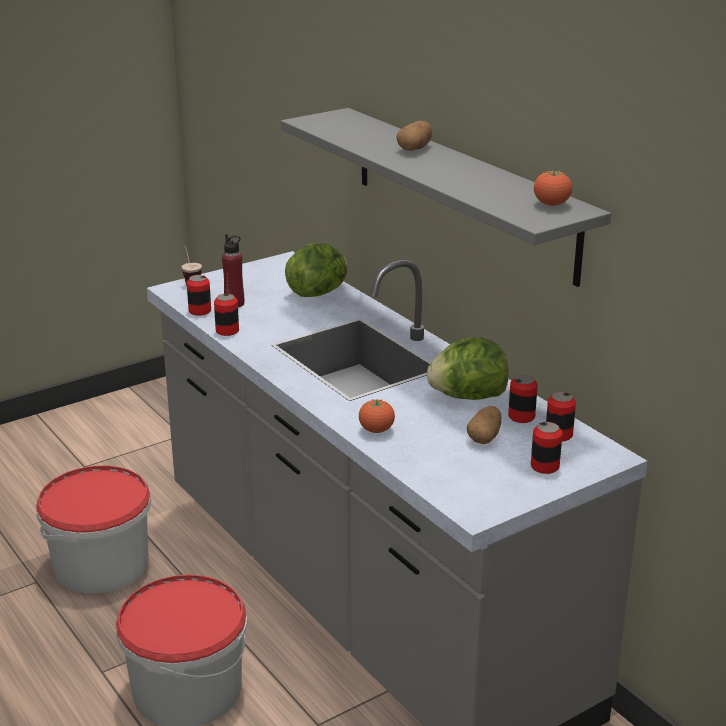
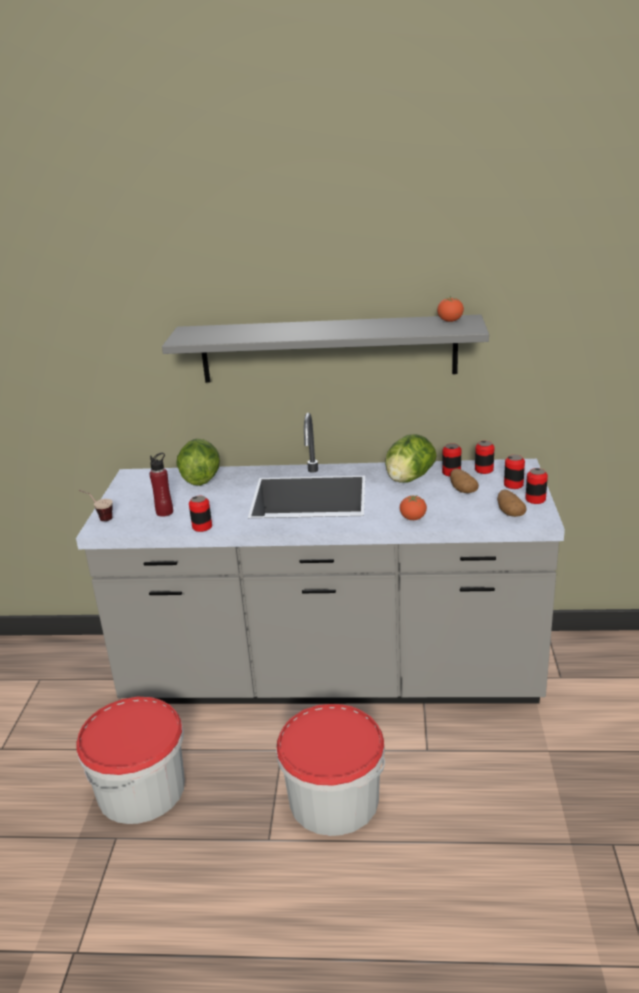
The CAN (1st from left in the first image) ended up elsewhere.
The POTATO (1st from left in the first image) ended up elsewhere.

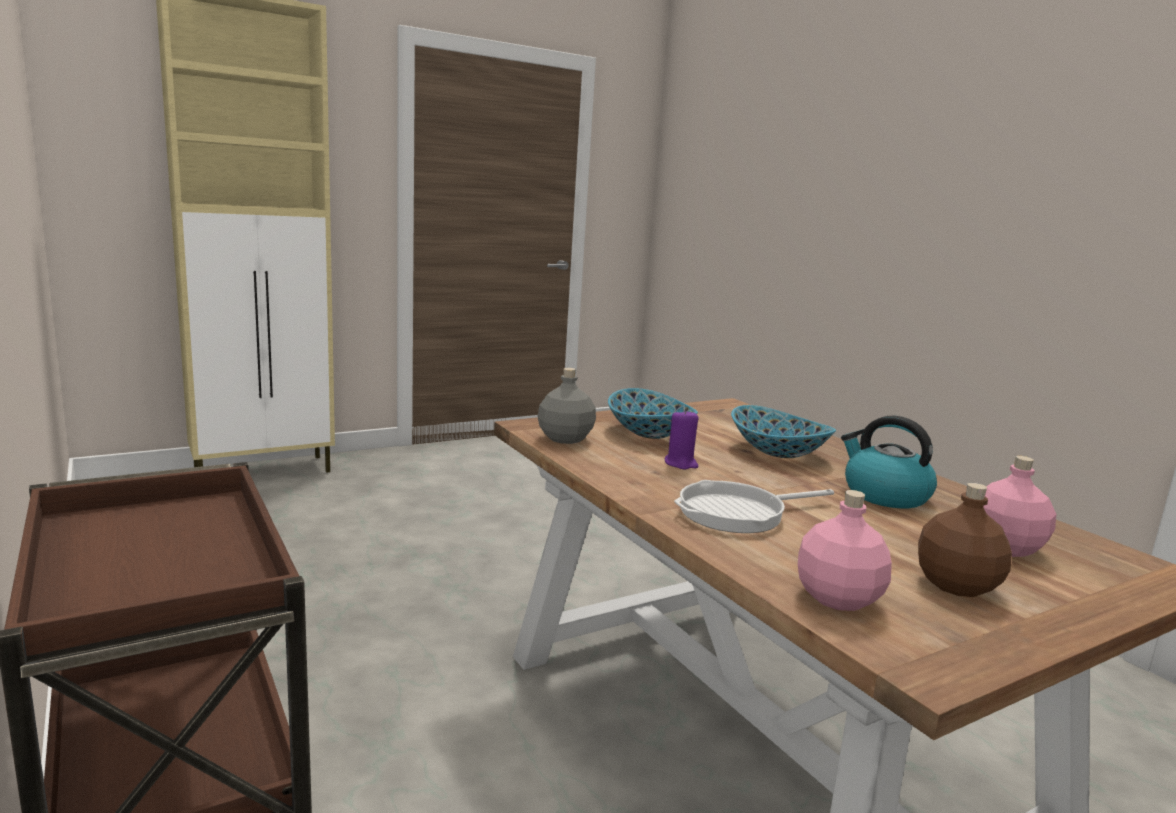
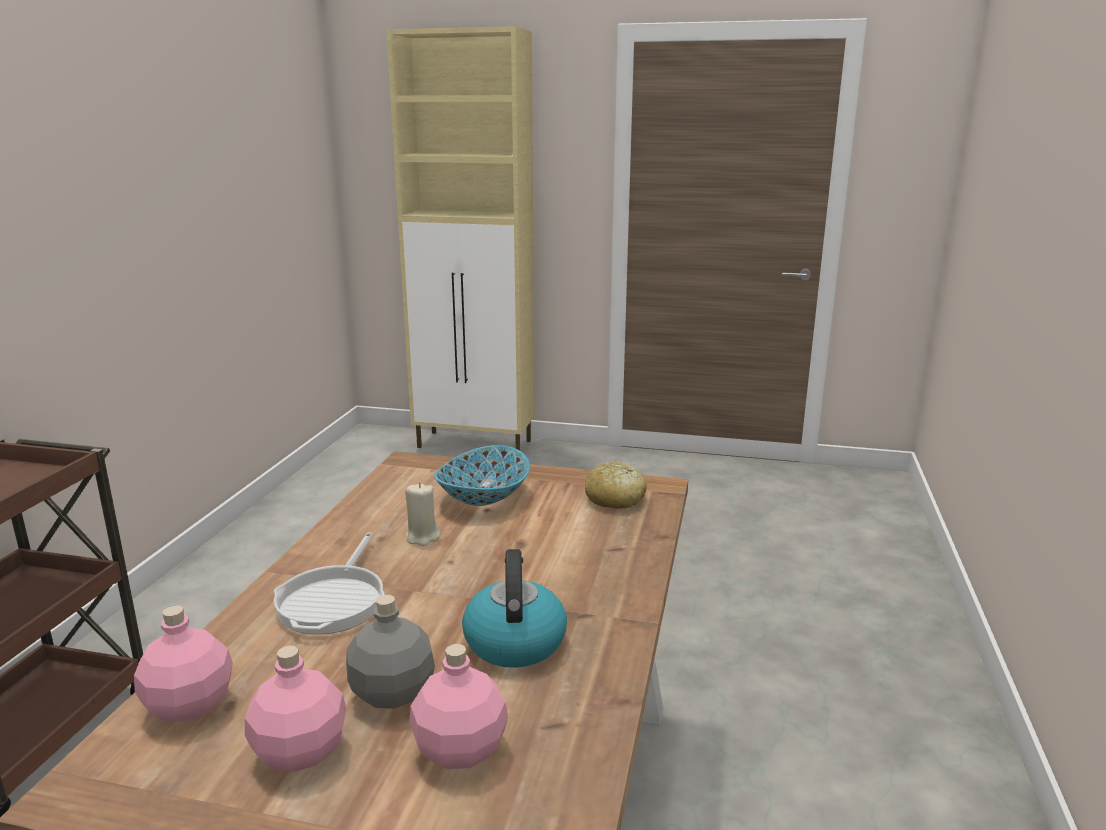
The GREY BOTTLE ended up elsewhere.
What was the PURPLE CANDLE turned into the BEIGE CANDLE.
The FRYING PAN ended up facing another way, 105 degrees counterclockwise from before.
The second view lost the BOWL (2nd from left).
What was the BROWN BOTTLE turned into the PINK BOTTLE (2nd from left).
The second view gained the BREAD.

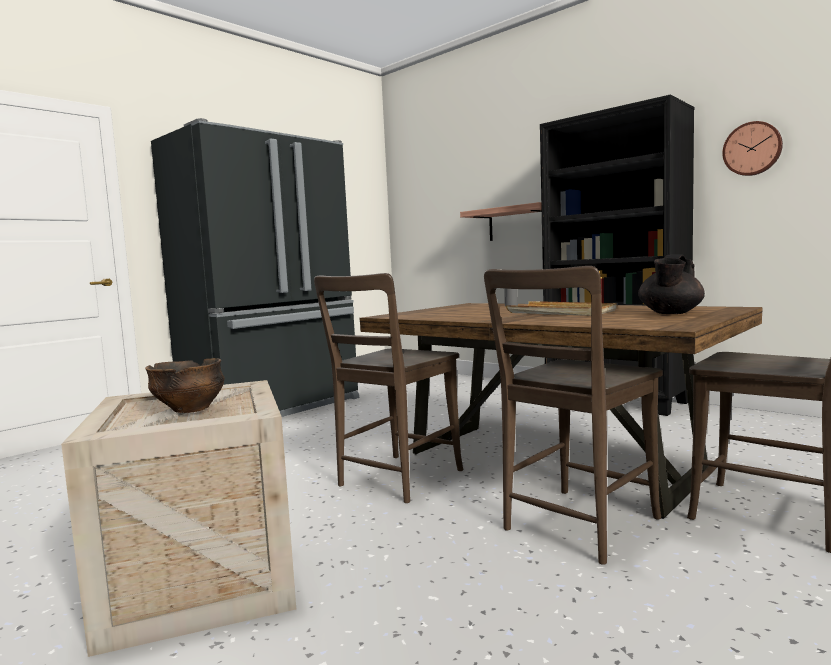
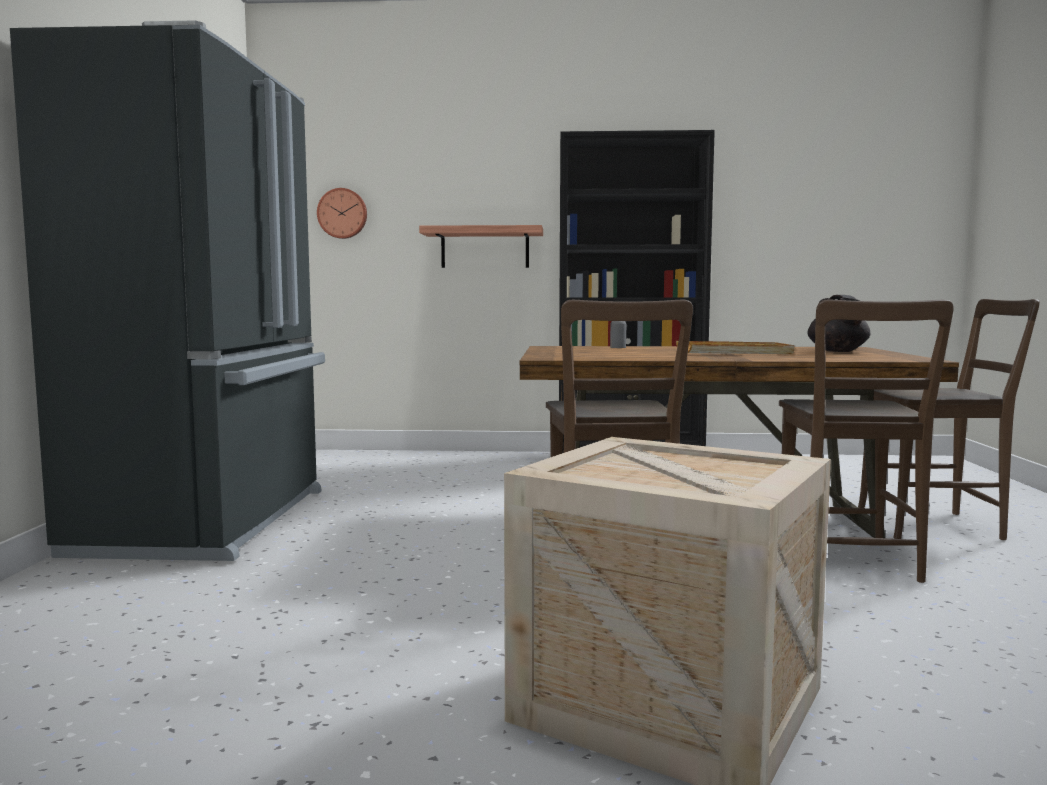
The second view lost the BOWL.
The WALL CLOCK ended up elsewhere.

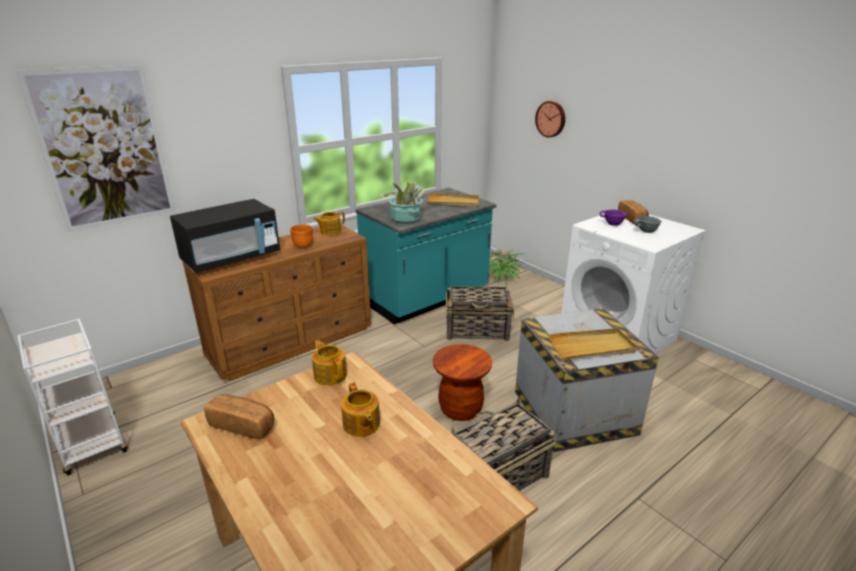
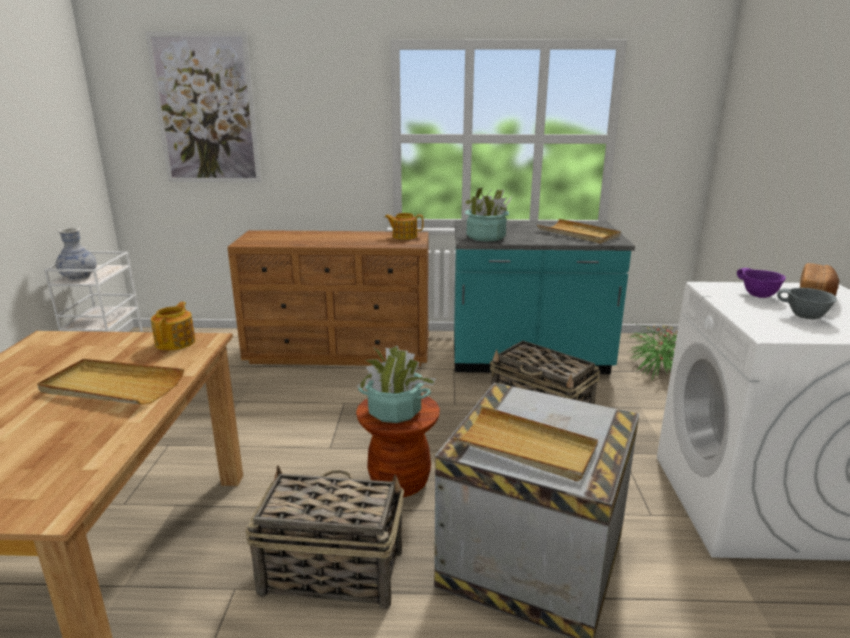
The second view lost the BLACK MICROWAVE.
The second view lost the BREAD (1st from left).
The second view lost the ORANGE BOWL.
Where the TEAPOT (3rd from left) stood, the BEIGE TRAY (1st from left) came to stand.
The second view lost the WALL CLOCK.
The second view gained the VASE.
The second view gained the POTTED PLANT (1st from left).

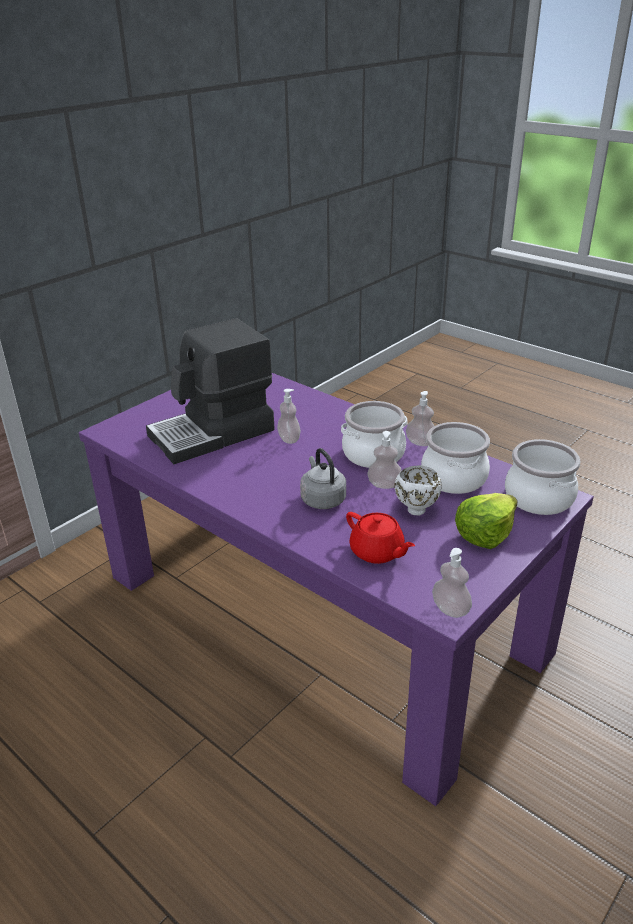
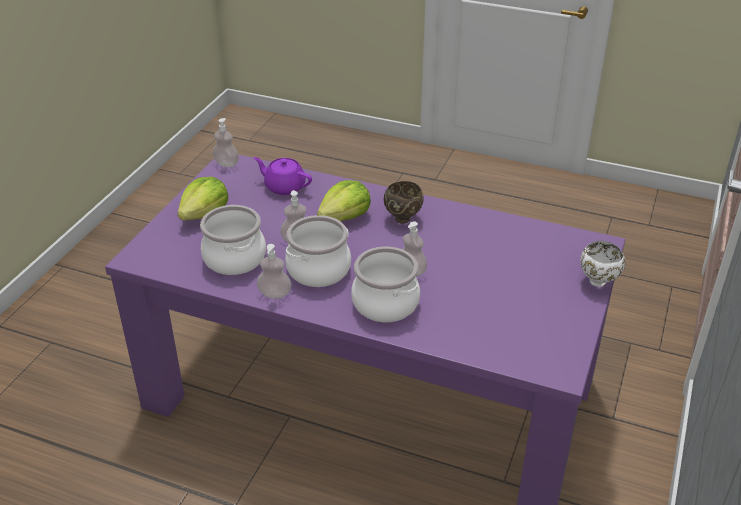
The second view lost the COFFEE MACHINE.
Where the GREY KETTLE stood, the LETTUCE (2nd from left) came to stand.
What was the RED TEAPOT turned into the PURPLE TEAPOT.
The WHITE BOWL ended up elsewhere.
The COOKING POT (3rd from left) ended up elsewhere.
The second view gained the BROWN BOWL.

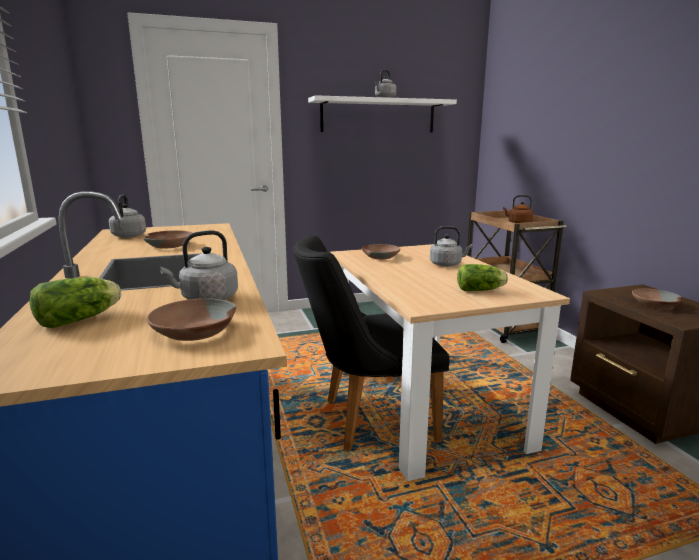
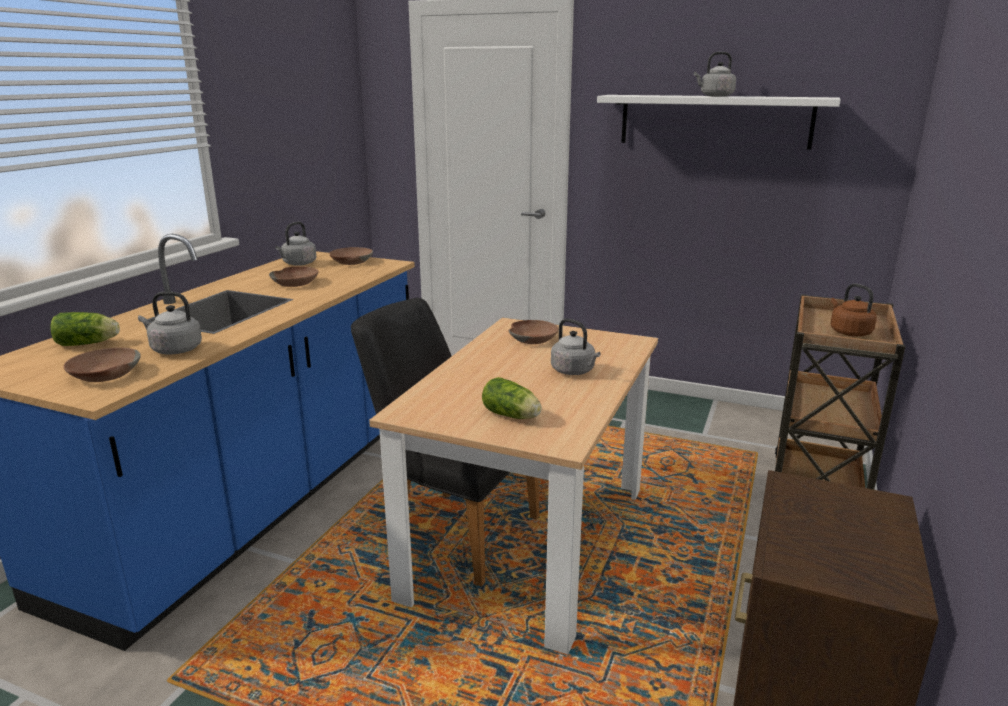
The BROWN BOWL (4th from left in the first image) ended up elsewhere.

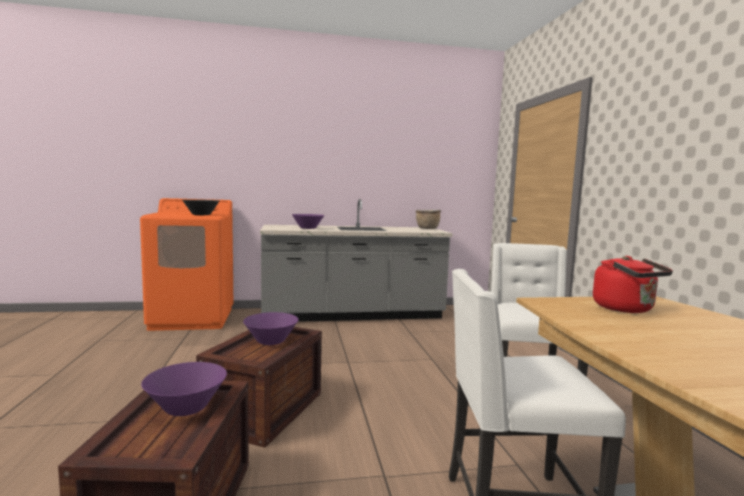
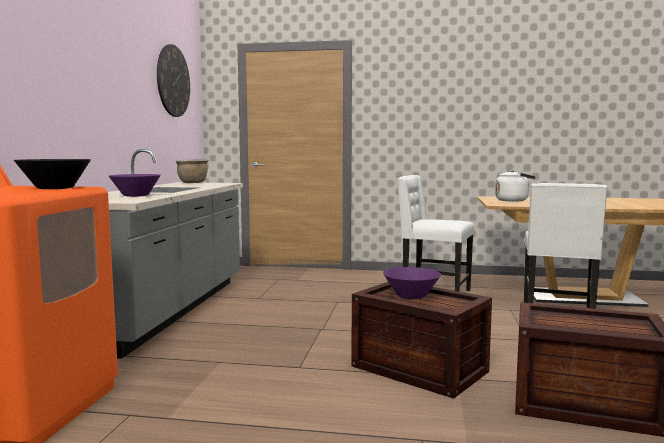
The second view lost the PURPLE BOWL (1st from left).
What was the RED KETTLE turned into the WHITE KETTLE.
The second view gained the WALL CLOCK.

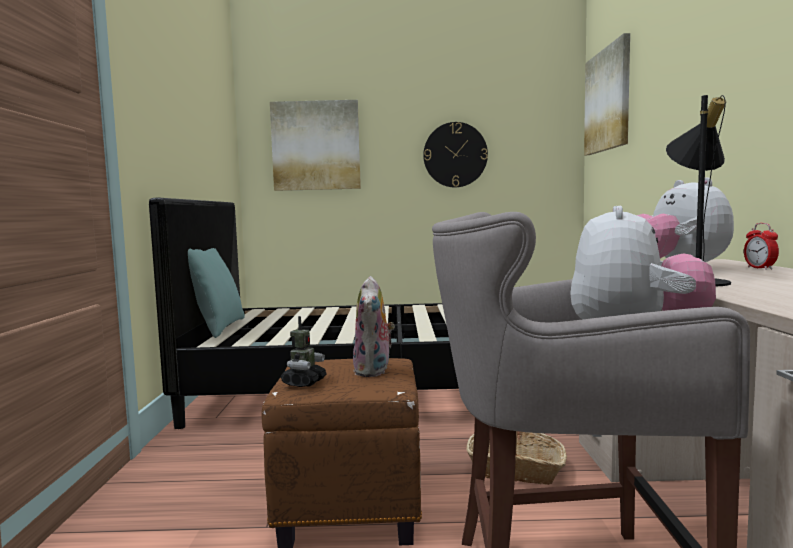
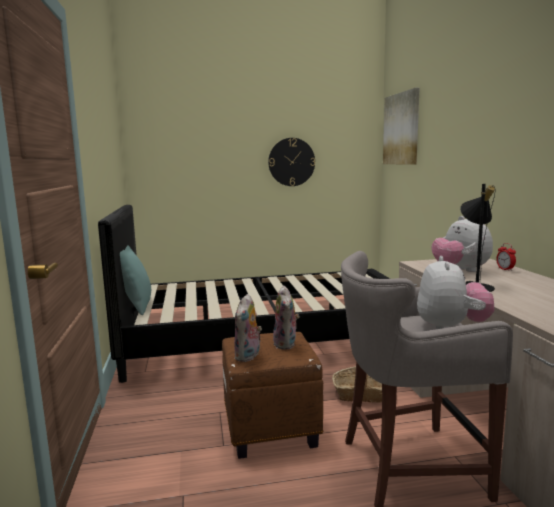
The second view lost the PICTURE (1st from left).
Where the TOY ROBOT stood, the PLUSH TOY (1st from left) came to stand.

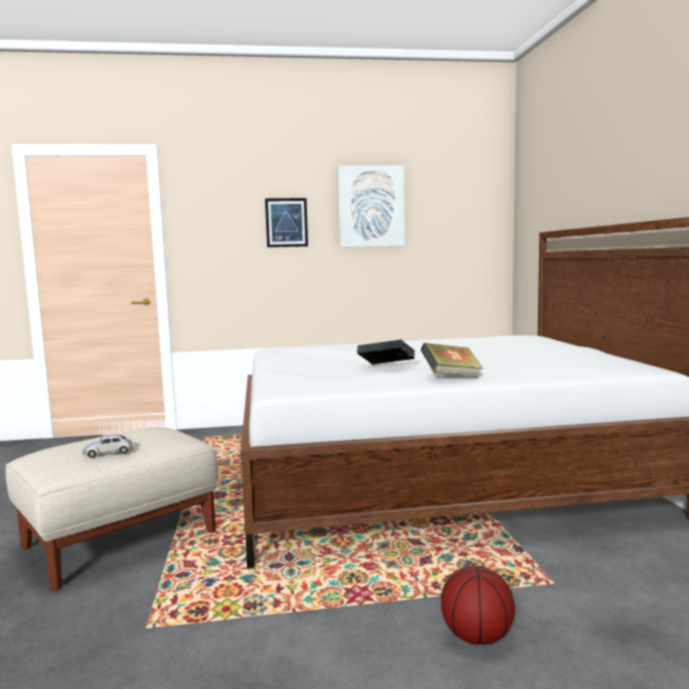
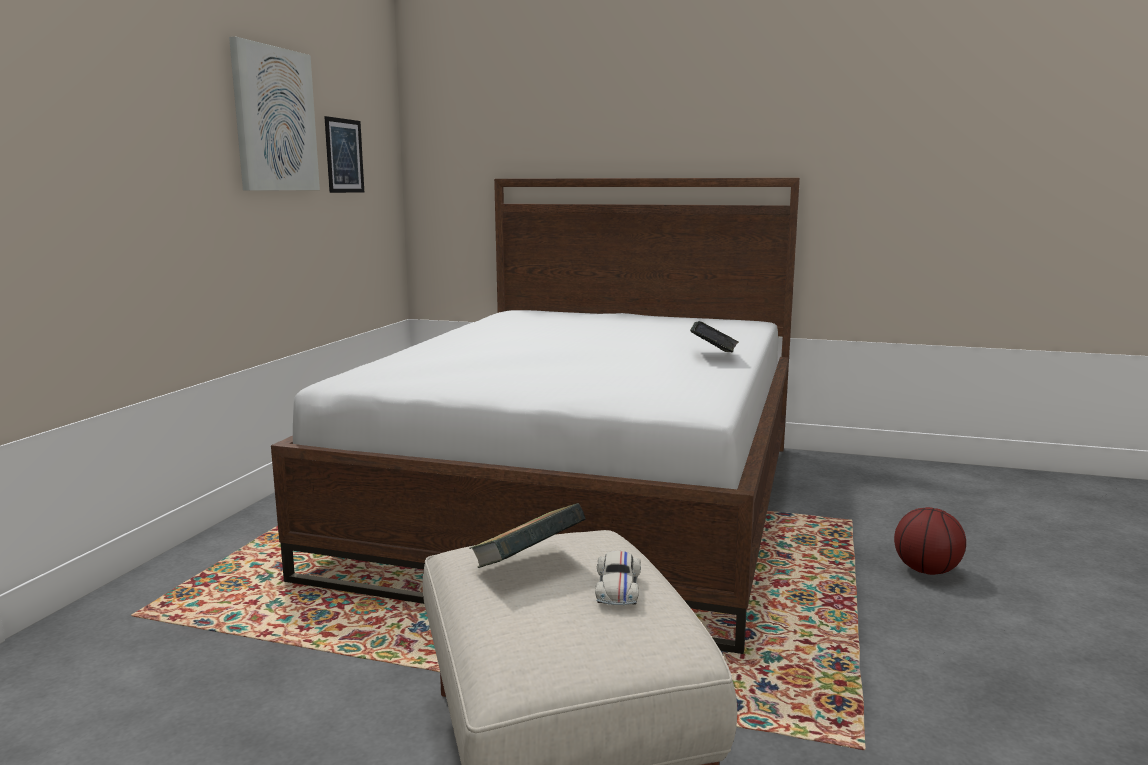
The PICTURE (1st from left in the first image) ended up elsewhere.
The BOOK (1st from left) ended up elsewhere.

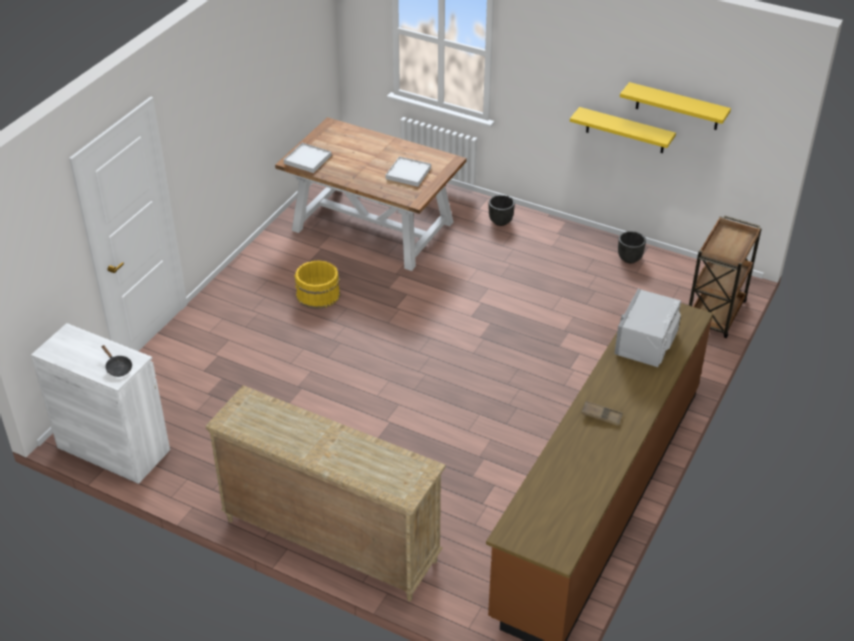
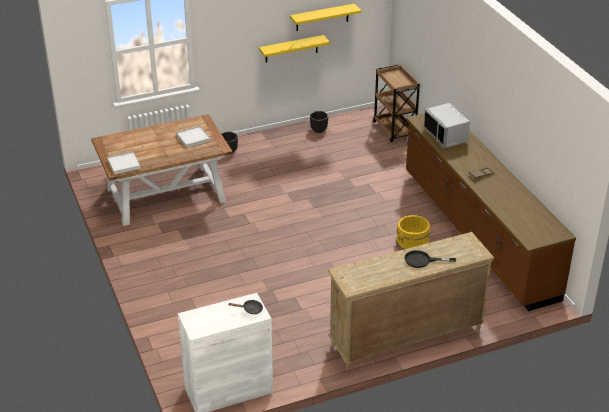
The YELLOW BUCKET ended up elsewhere.
The second view gained the BLACK FRYING PAN (2nd from left).

